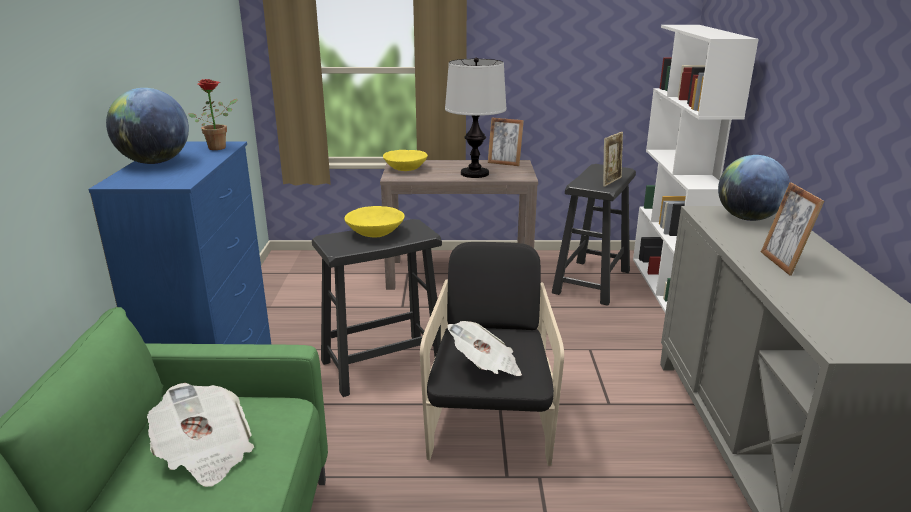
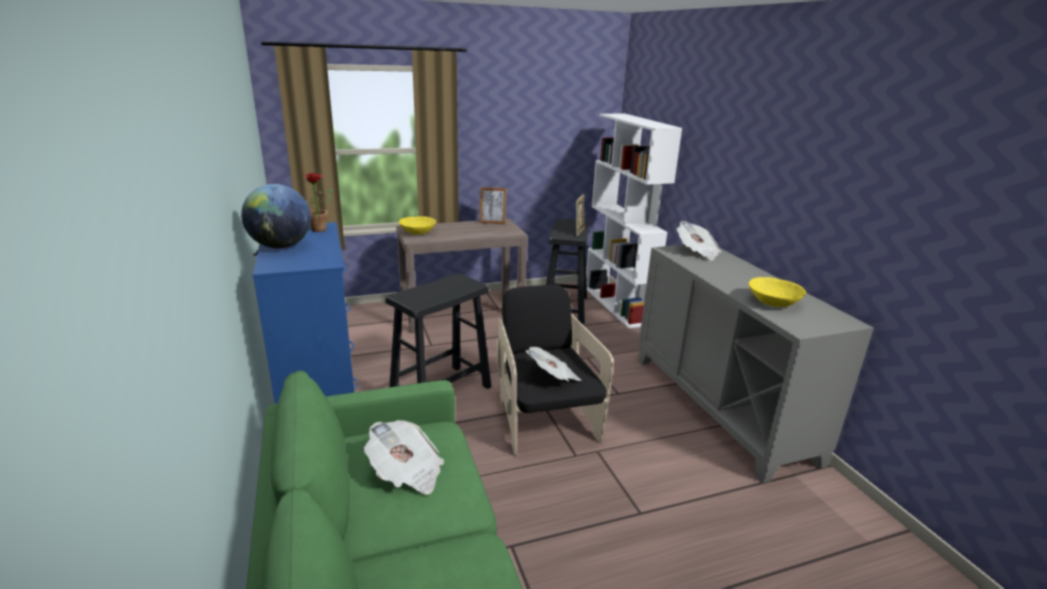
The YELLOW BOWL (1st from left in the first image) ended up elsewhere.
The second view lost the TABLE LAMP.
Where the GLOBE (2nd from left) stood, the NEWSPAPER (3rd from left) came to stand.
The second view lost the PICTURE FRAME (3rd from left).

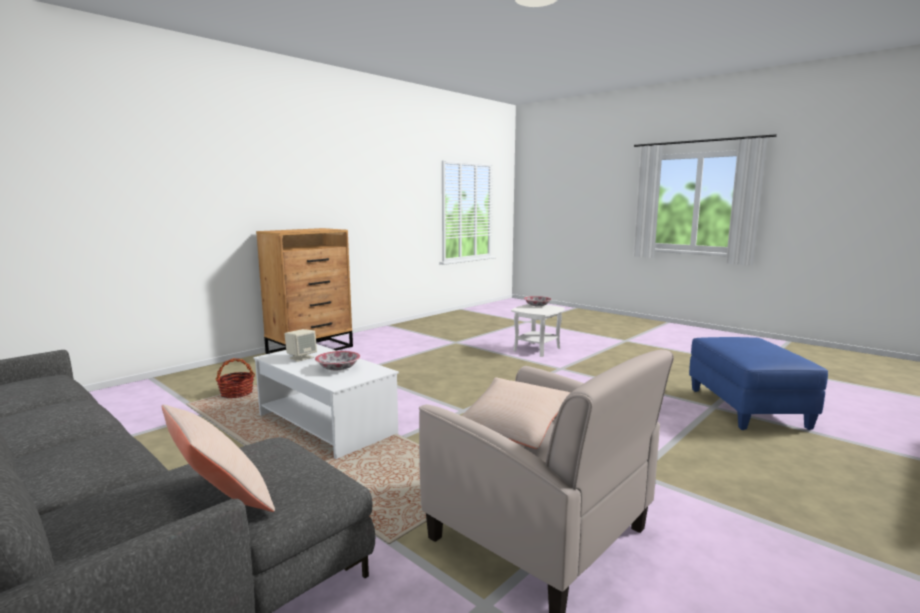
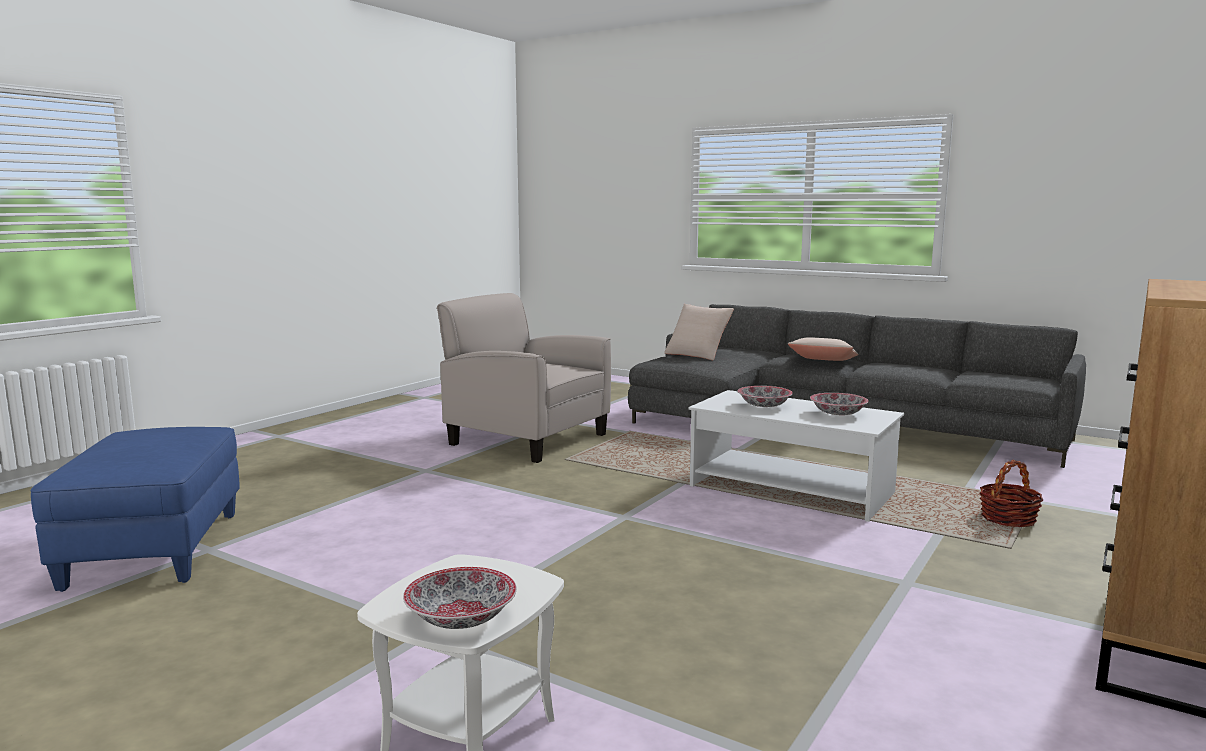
Where the BEIGE SPEAKER stood, the BOWL (3rd from left) came to stand.
The BEIGE PILLOW (2nd from left) ended up elsewhere.

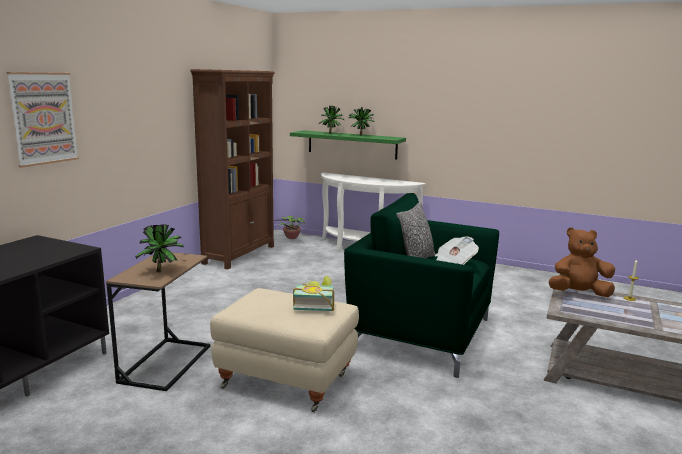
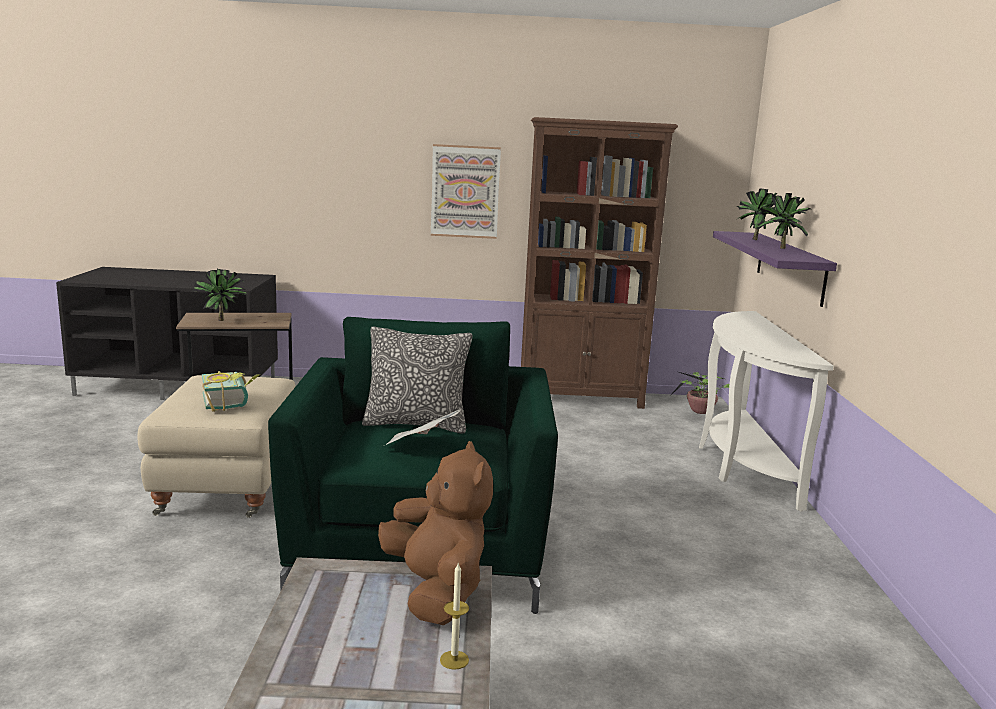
The PICTURE ended up elsewhere.
What was the GREEN SHELF turned into the PURPLE SHELF.

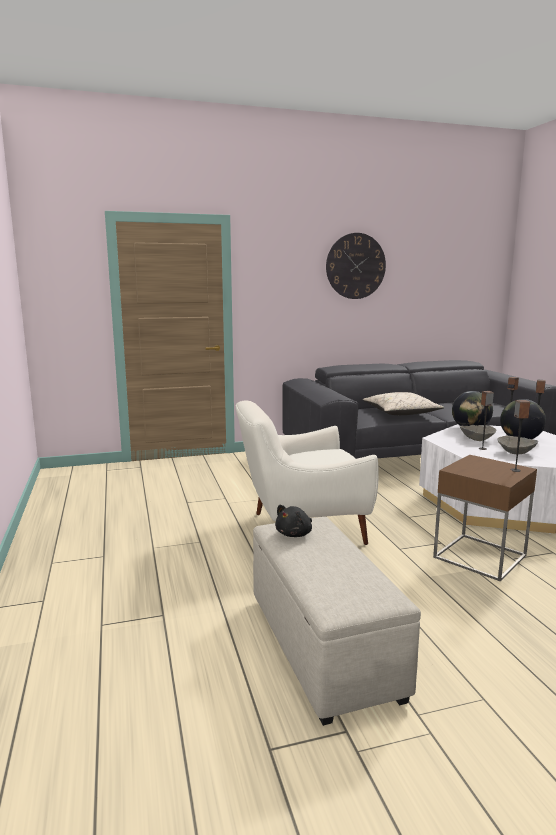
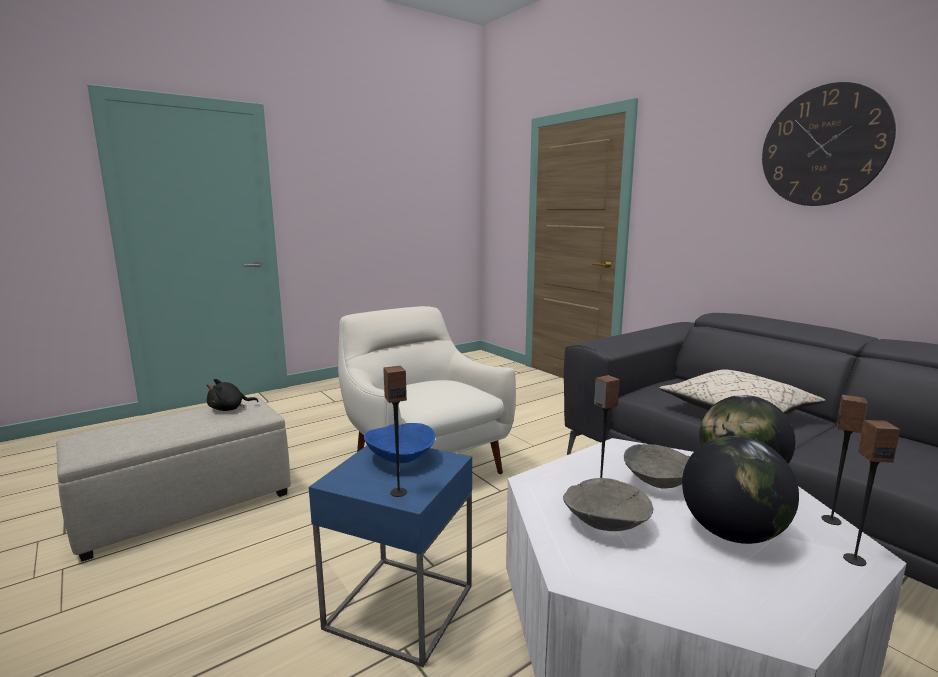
The BLACK PLUSH TOY ended up facing another way, 45 degrees counterclockwise from before.
What was the BROWN SIDE TABLE turned into the BLUE SIDE TABLE.
The second view gained the BLUE BOWL.

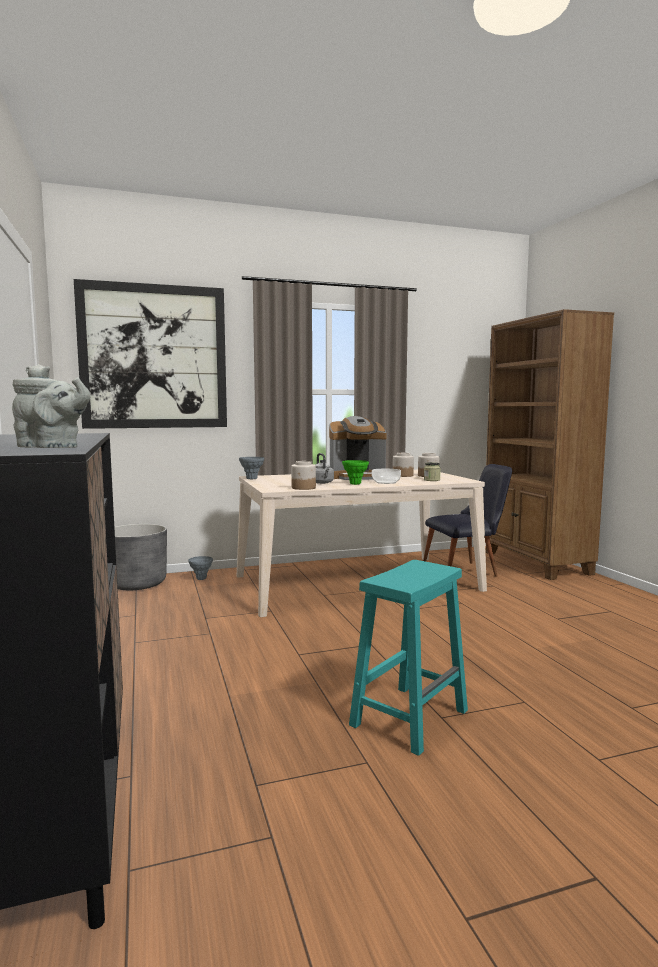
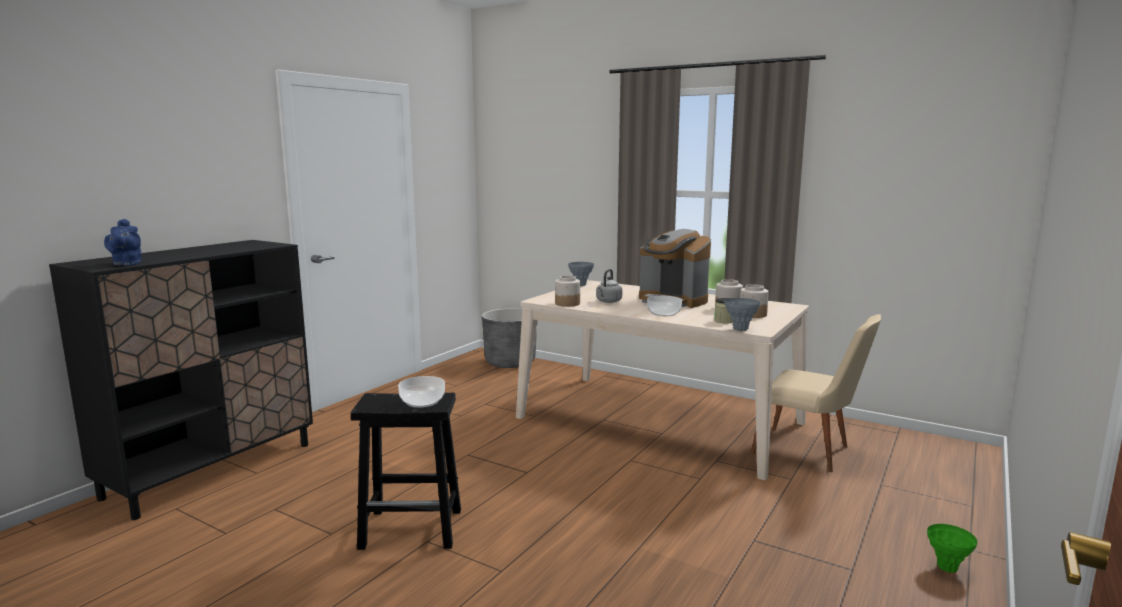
What was the GREY TEAPOT turned into the BLUE TEAPOT.
The second view lost the PICTURE.
The GREY VASE (1st from left in the first image) ended up elsewhere.
The GREEN VASE ended up elsewhere.
What was the TURQUOISE STOOL turned into the BLACK STOOL.
What was the BLACK CHAIR turned into the BEIGE CHAIR.
The second view lost the BROWN BOOKCASE.
The second view gained the BOWL (1st from left).

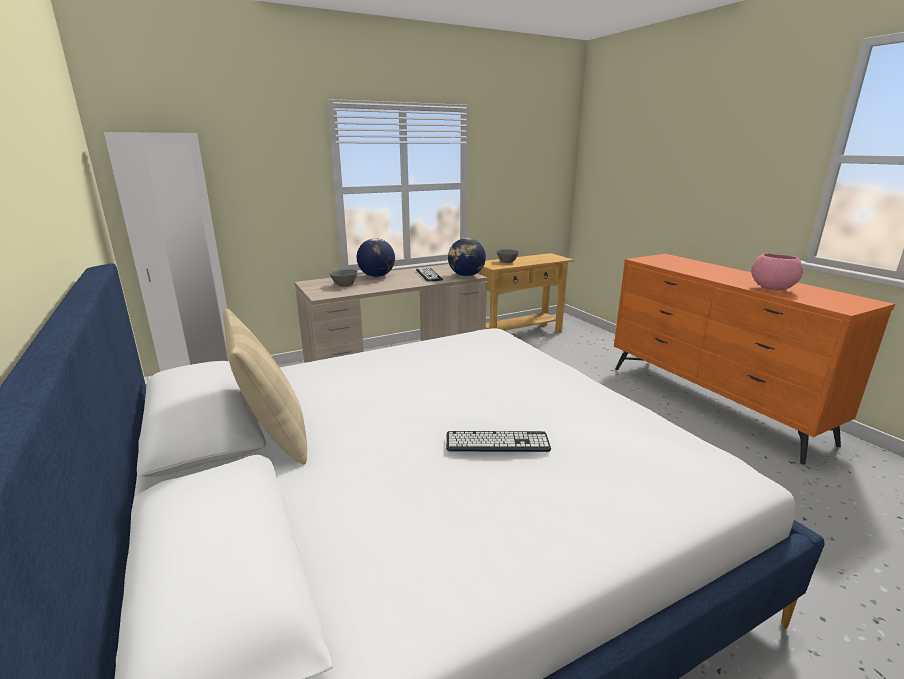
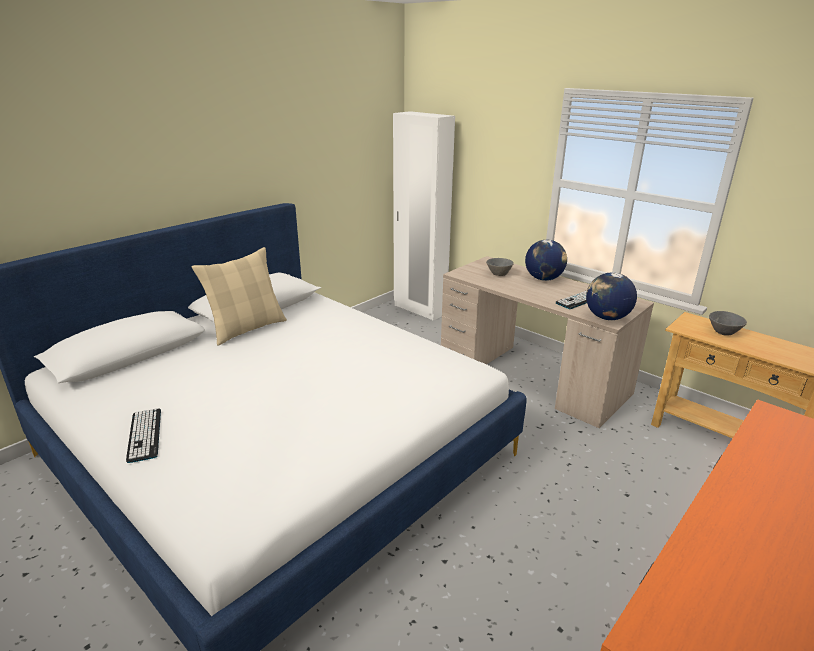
The KEYBOARD (2nd from left in the first image) ended up elsewhere.
The second view lost the PINK BOWL.

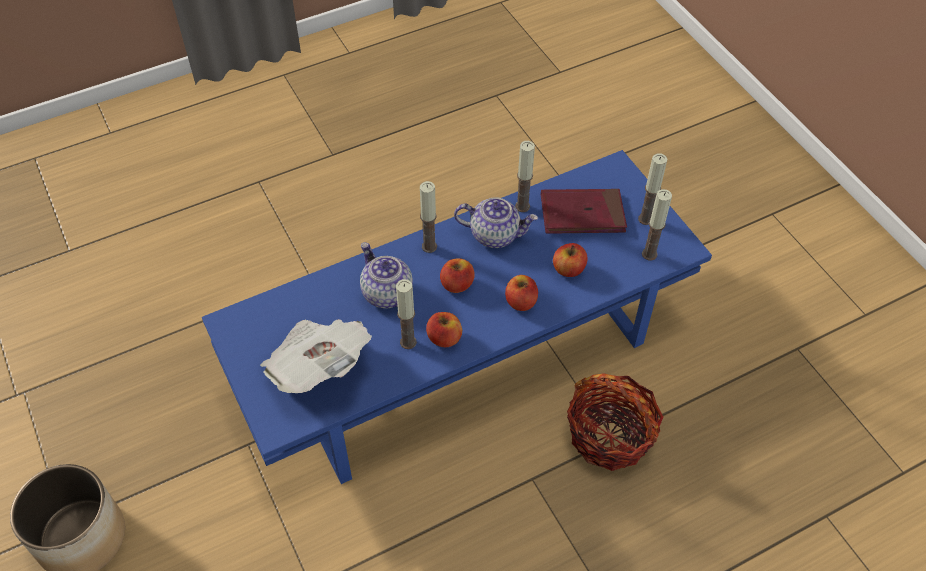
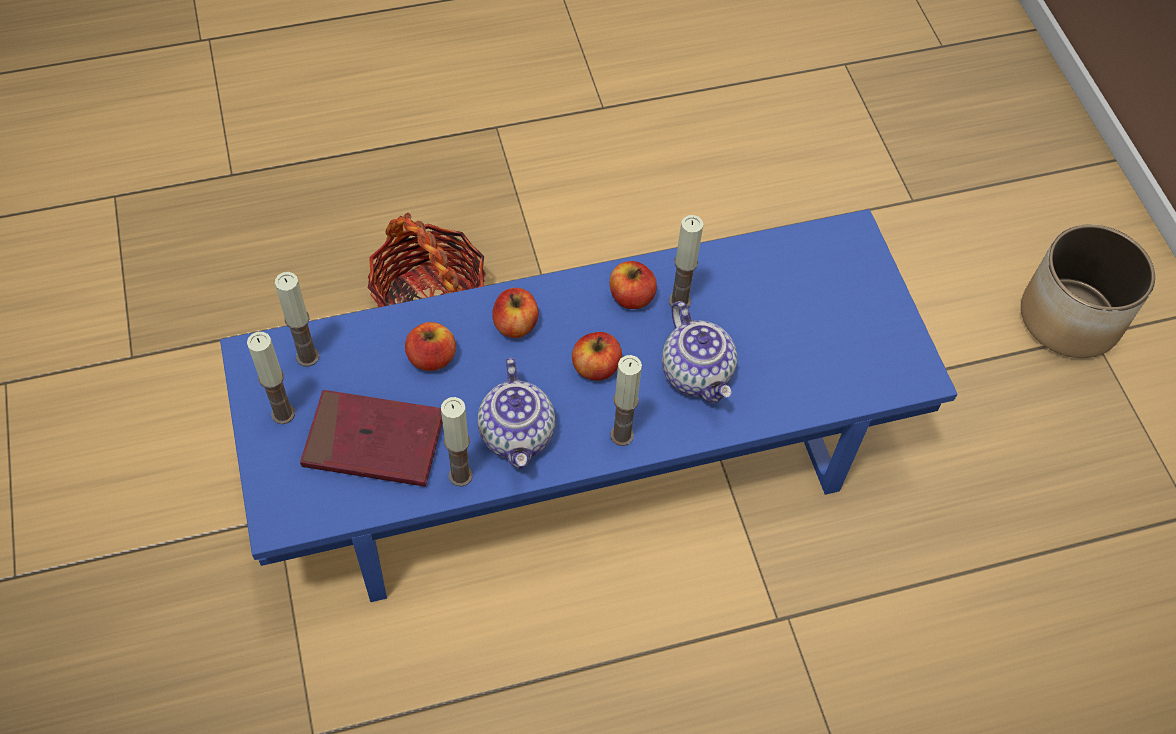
The second view lost the NEWSPAPER.
The TEAPOT (2nd from left in the first image) ended up facing another way, 120 degrees counterclockwise from before.

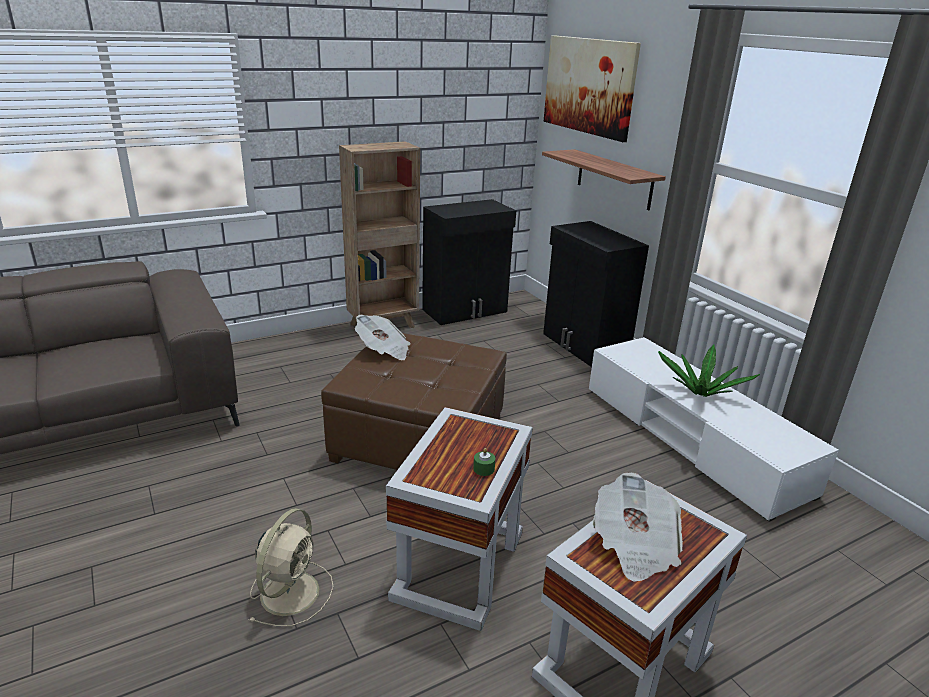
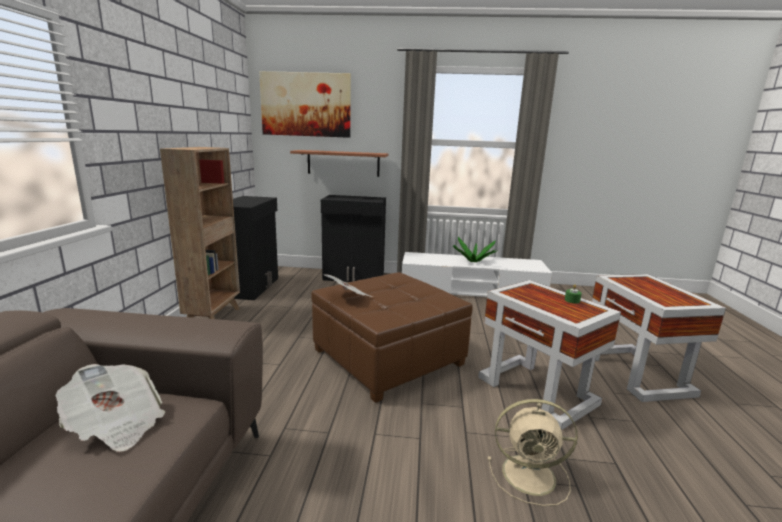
The BEIGE FAN ended up facing another way, 135 degrees clockwise from before.
The NEWSPAPER (2nd from left in the first image) ended up elsewhere.

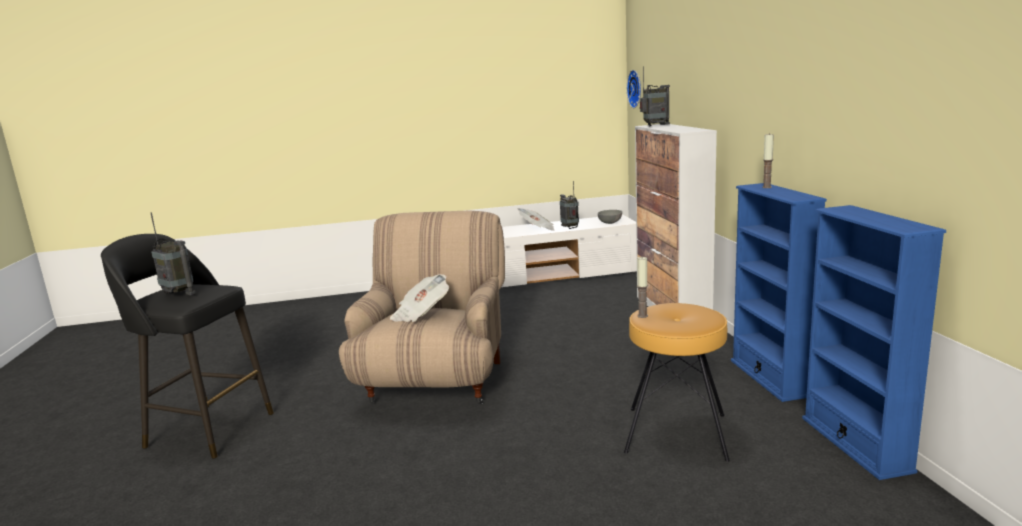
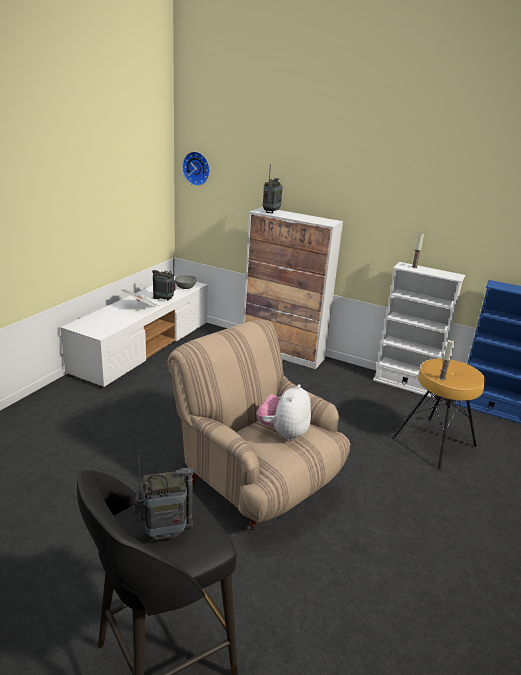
Where the NEWSPAPER (1st from left) stood, the PLUSH TOY came to stand.
What was the BLUE BOOKCASE (1st from left) turned into the WHITE BOOKCASE.

